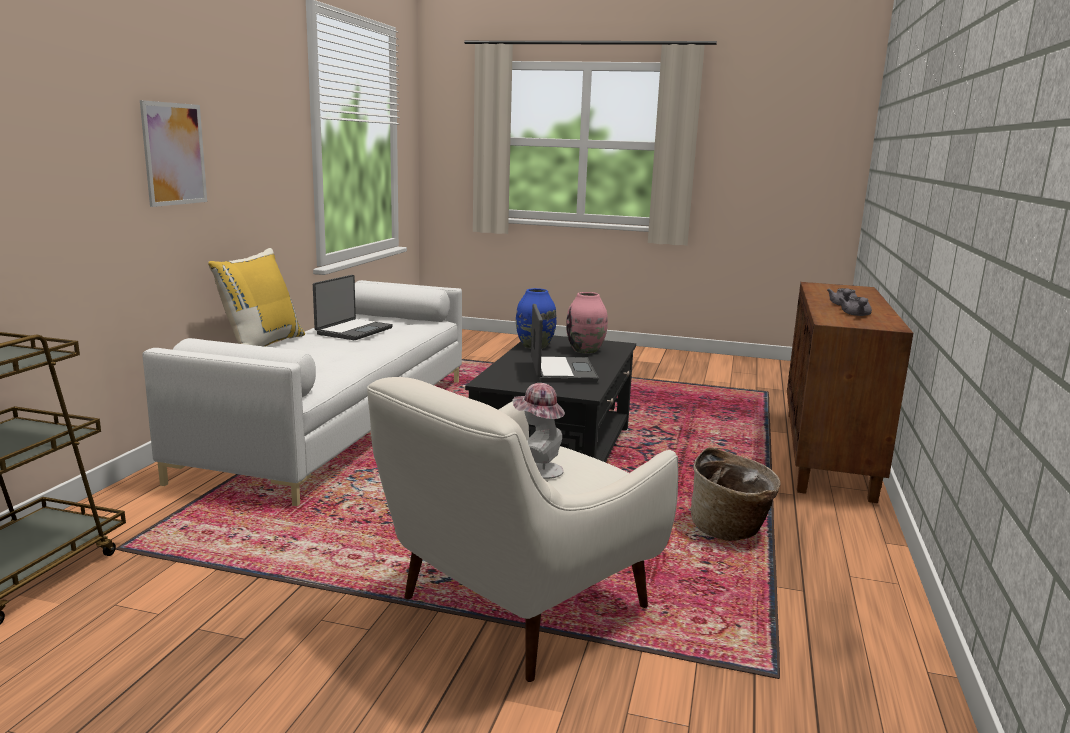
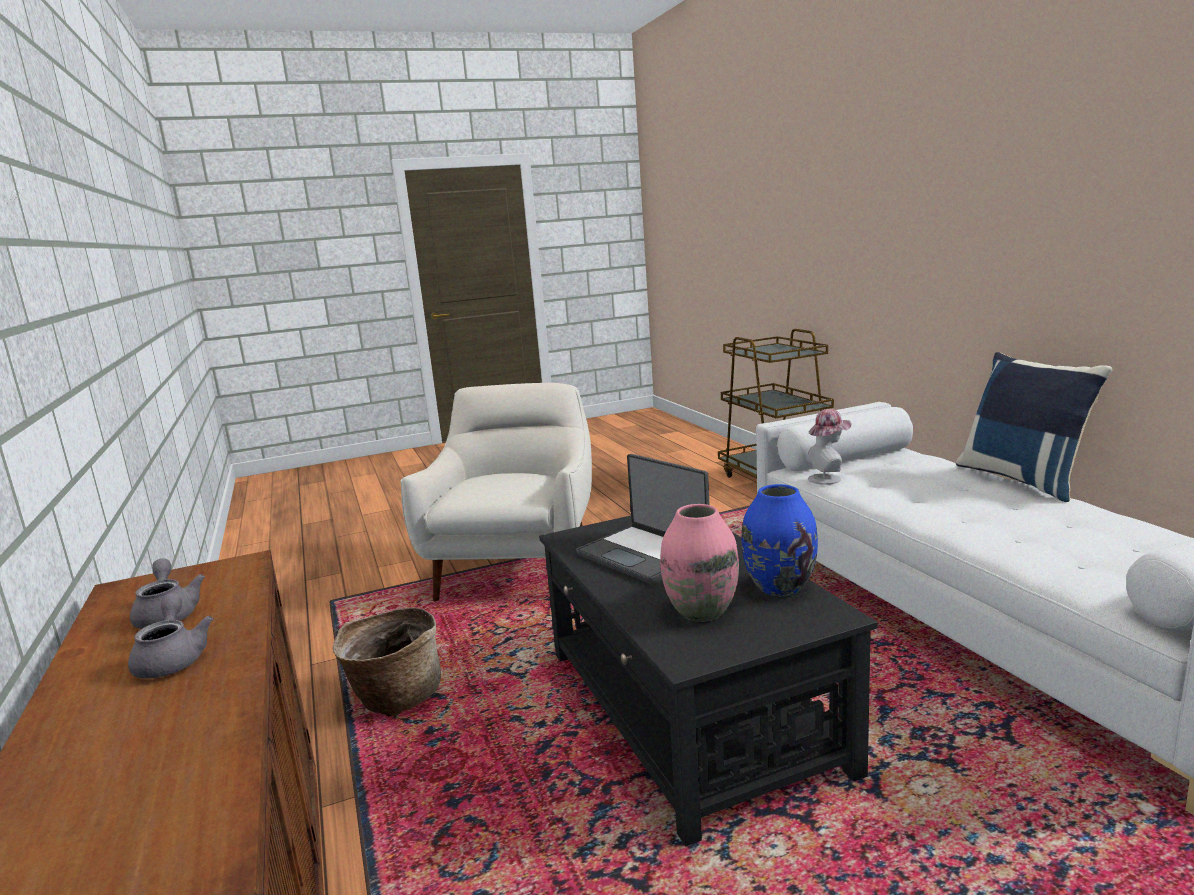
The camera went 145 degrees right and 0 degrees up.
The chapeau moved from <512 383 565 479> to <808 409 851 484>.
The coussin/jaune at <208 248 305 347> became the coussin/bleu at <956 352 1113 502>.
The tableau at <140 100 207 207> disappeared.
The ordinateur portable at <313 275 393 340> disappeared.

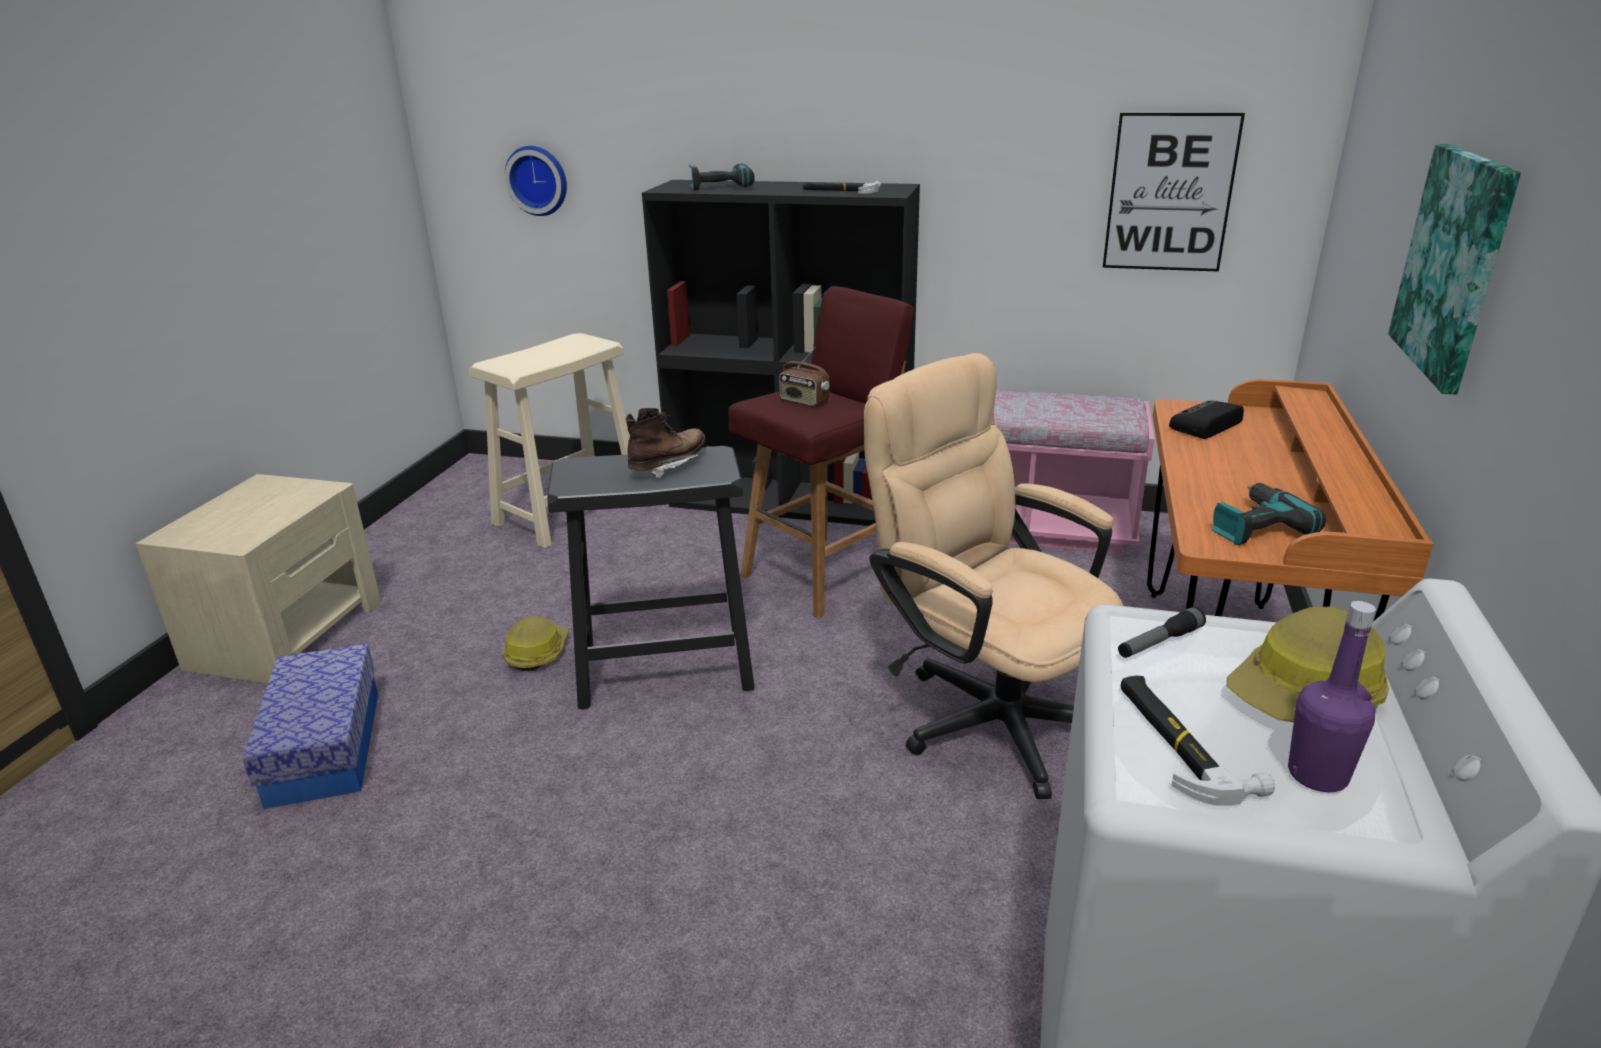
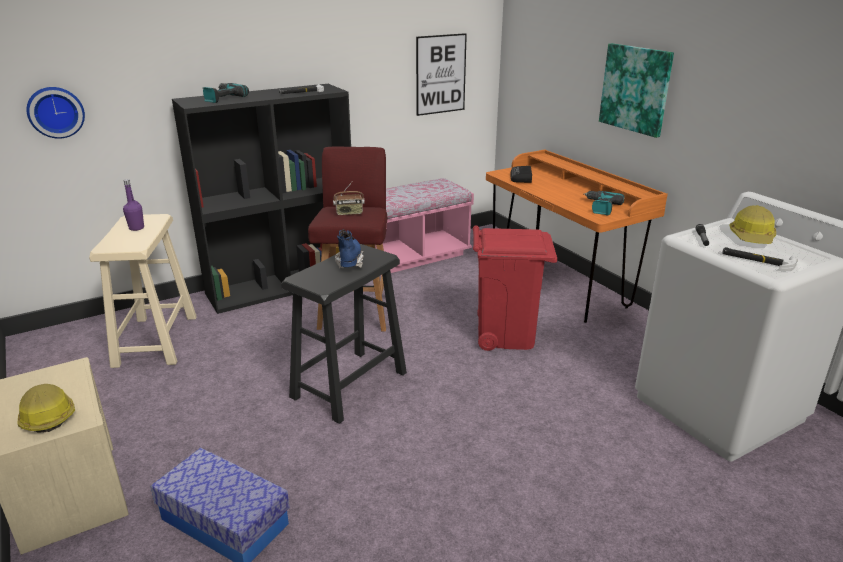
The camera went 45 degrees left and 0 degrees up.
The casque de chantier moved from <503 616 569 671> to <18 384 75 432>.
The bouteille/violet moved from <1288 601 1376 792> to <123 179 144 231>.
The botte/marron at <625 408 706 478> became the botte/bleu at <335 229 364 268>.
The chaise de bureau/beige at <864 353 1123 799> was replaced by the poubelle/rouge at <473 225 557 351>.

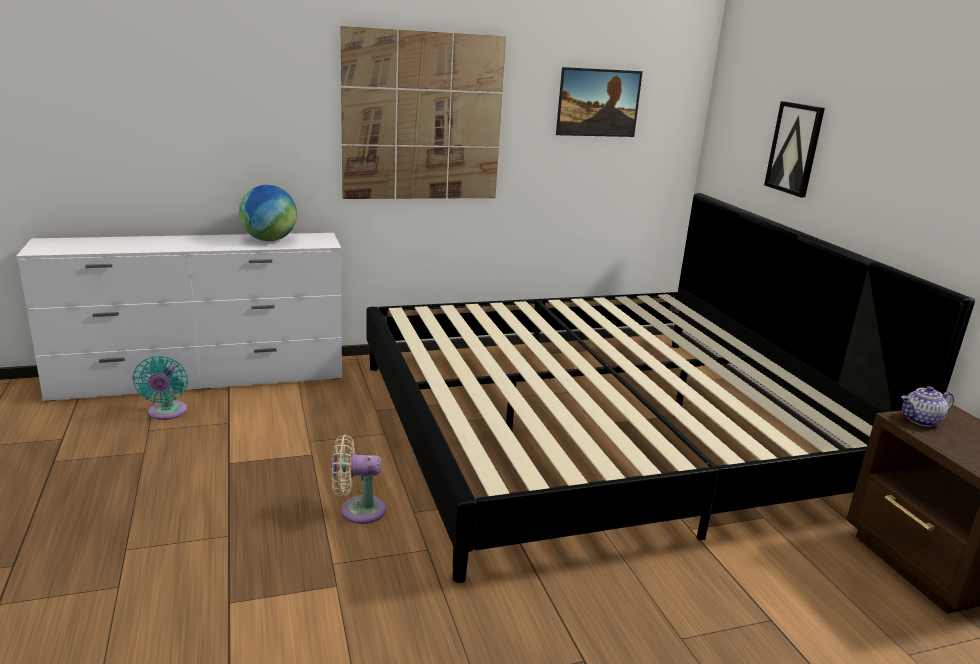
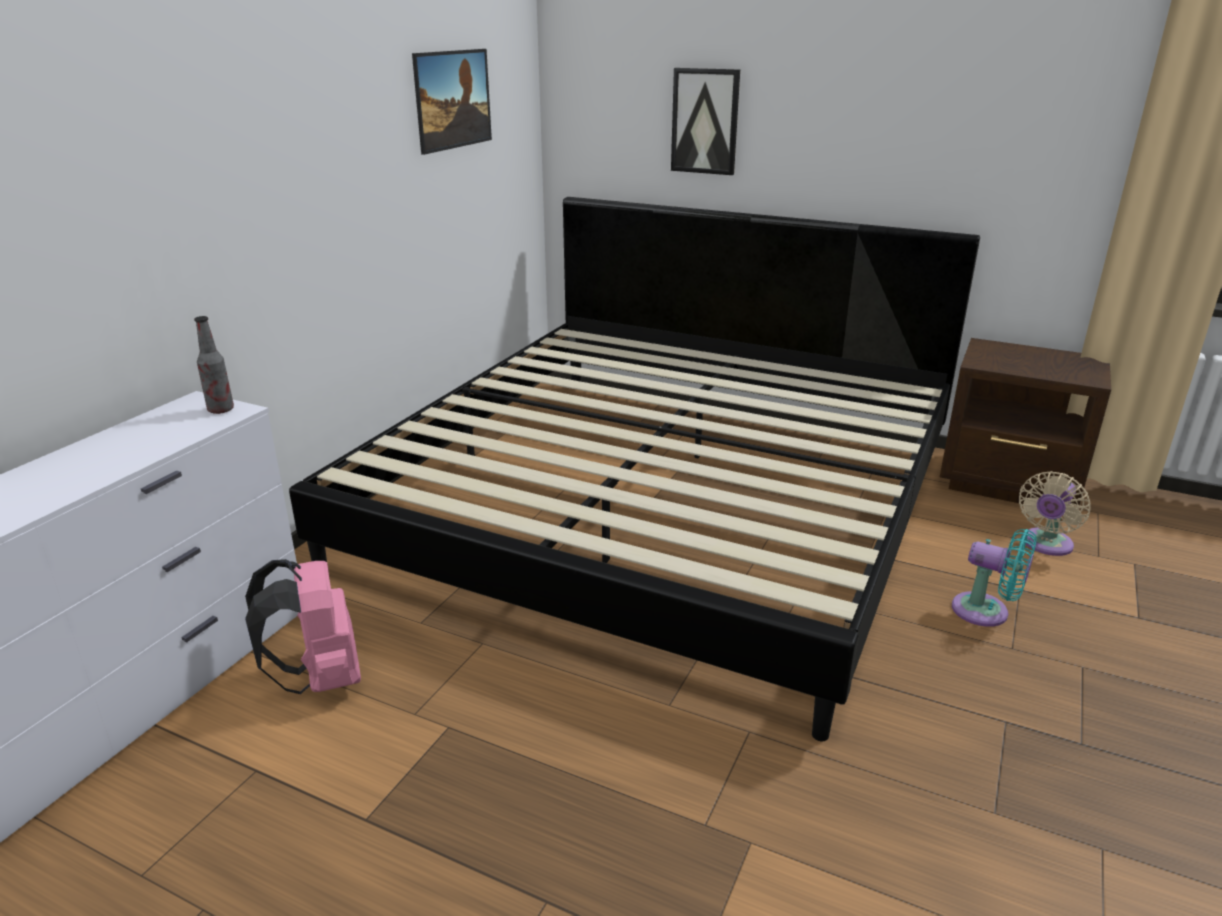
The camera went 45 degrees left and 5 degrees up.
The bouteille at <194 316 234 414> appeared.
The sac à dos/rose at <245 559 361 694> appeared.
The ventilateur/turquoise moved from <132 356 188 420> to <952 529 1037 627>.
The ventilateur/beige moved from <332 435 386 524> to <1019 471 1091 556>.
The globe at <239 185 297 241> disappeared.
The tableau at <341 26 506 199> disappeared.
The théière at <901 386 954 427> disappeared.

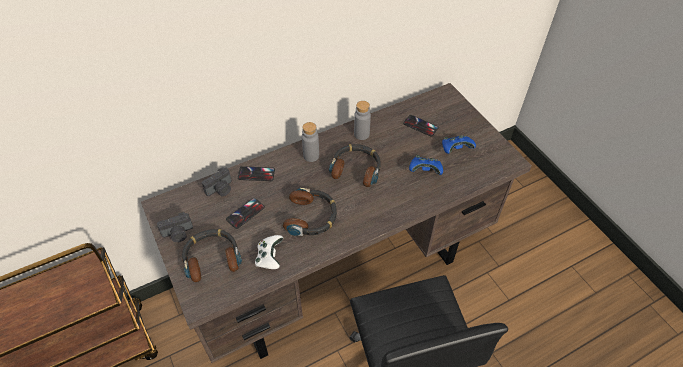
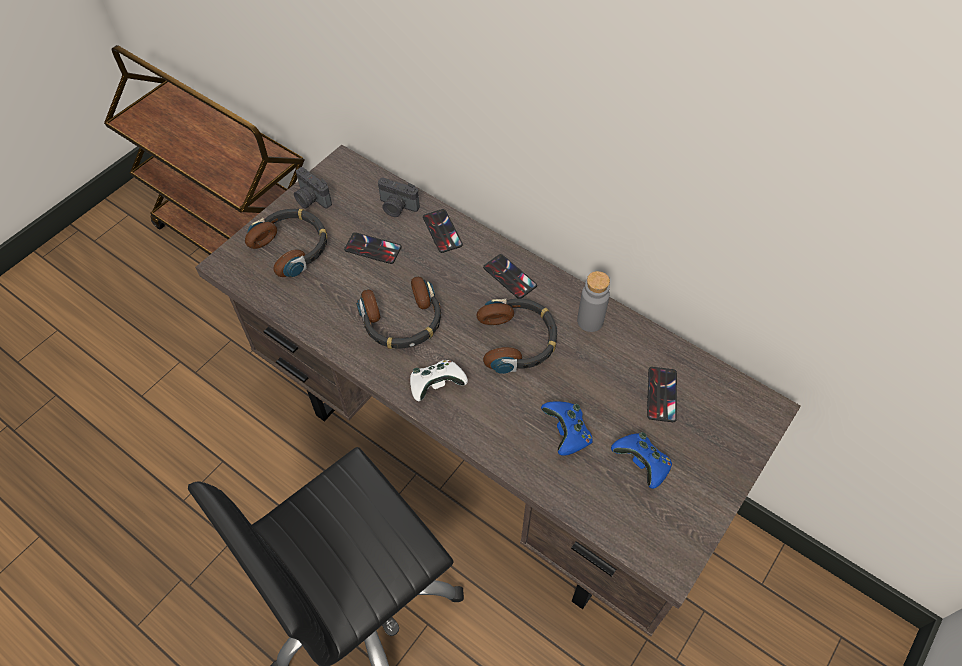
The camera went 65 degrees right and 5 degrees up.
The manette/blanc moved from <255 235 283 269> to <410 360 468 401>.
The bouteille/gris at <302 122 319 162> was replaced by the téléphone at <483 254 537 299>.

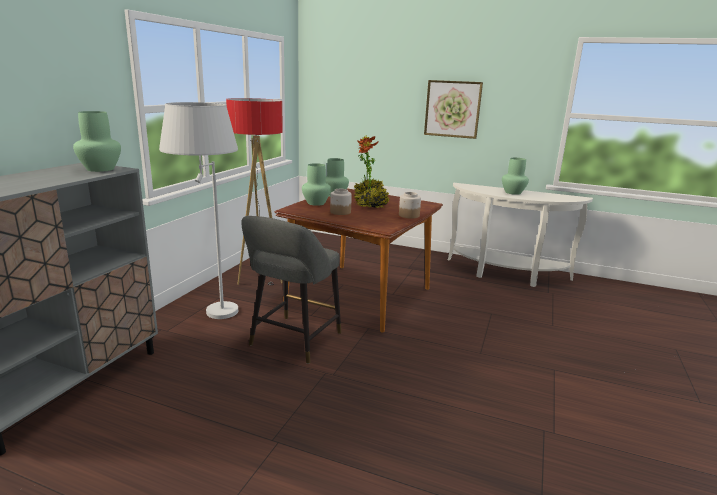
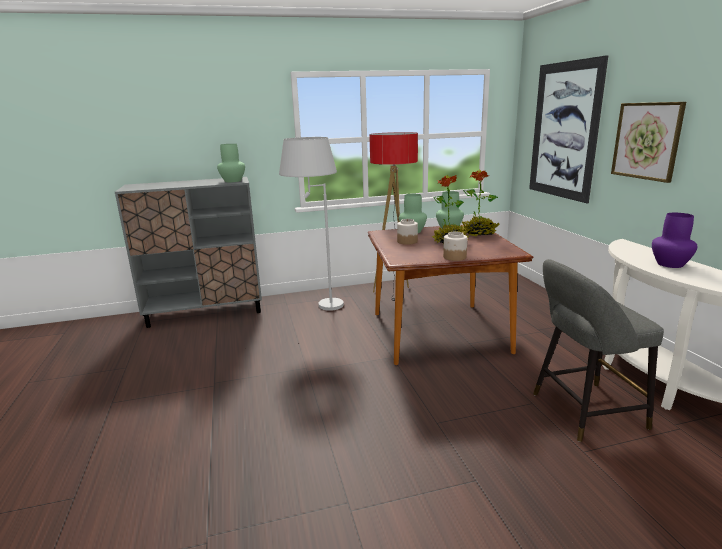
The camera went 55 degrees right and 0 degrees up.
The tableau at <529 55 609 204> appeared.
The tabouret/gris moved from <241 216 341 364> to <533 259 664 442>.
The vase/vert at <502 158 529 195> became the vase/violet at <652 213 698 268>.

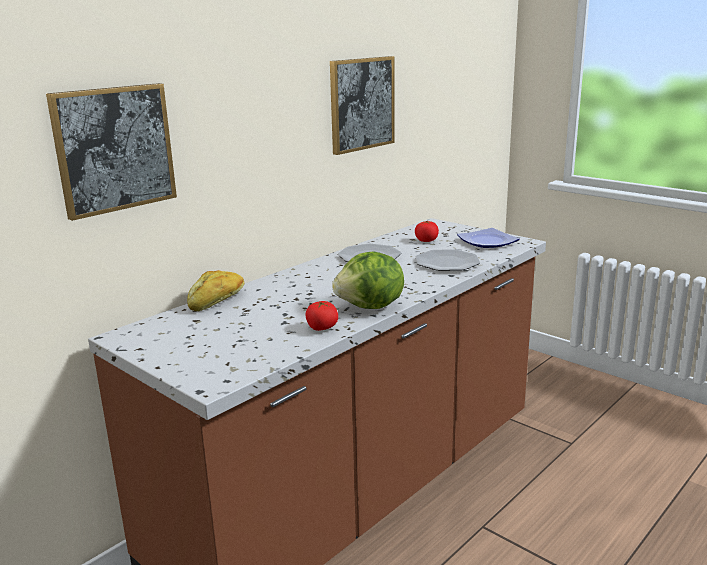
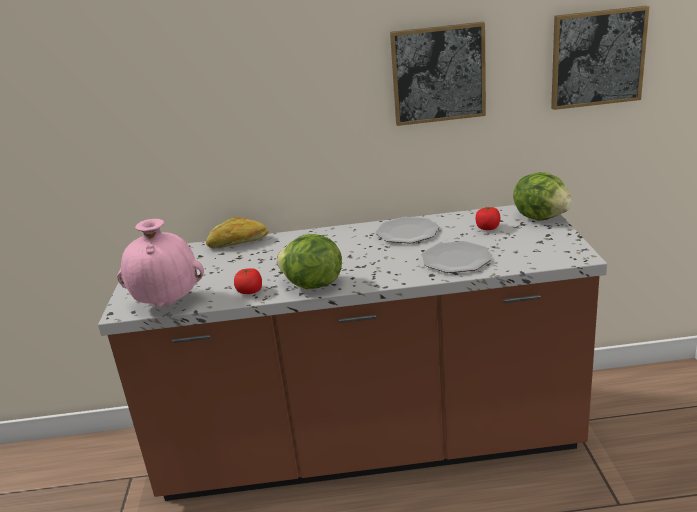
The camera went 45 degrees right and 5 degrees up.
The vase/rose at <117 219 204 307> appeared.
The laitue at <513 172 572 220> appeared.
The tableau moved from <46 83 177 221> to <551 6 649 110>.
The assiette at <457 228 520 248> disappeared.

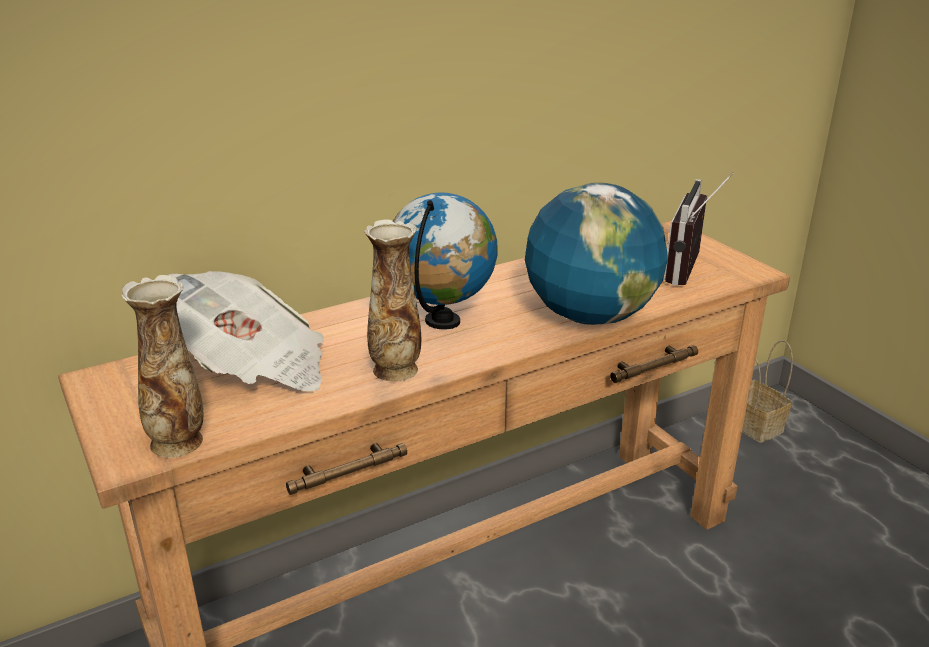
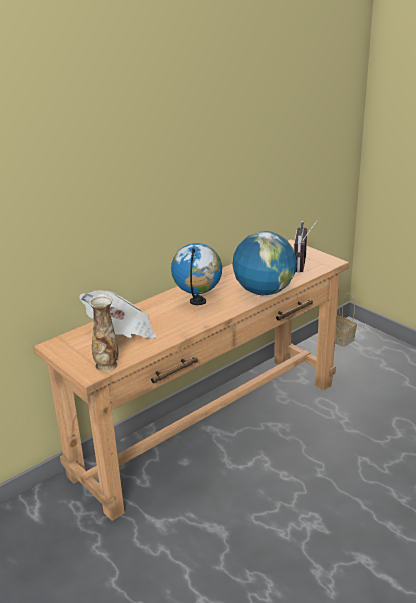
The camera went 10 degrees left and 0 degrees up.
The vase at <364 219 421 382> disappeared.

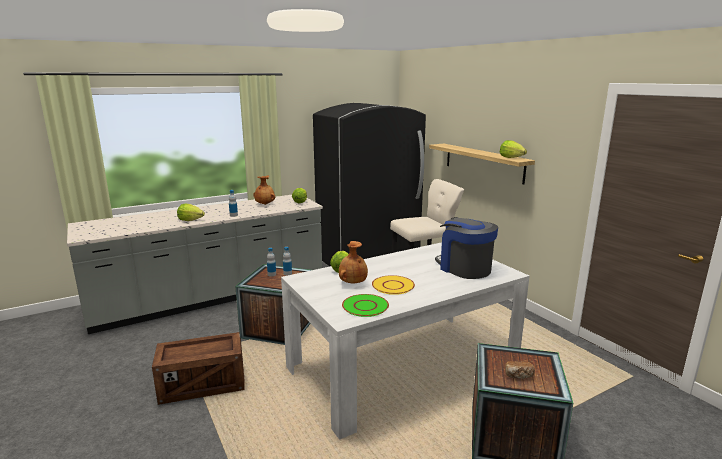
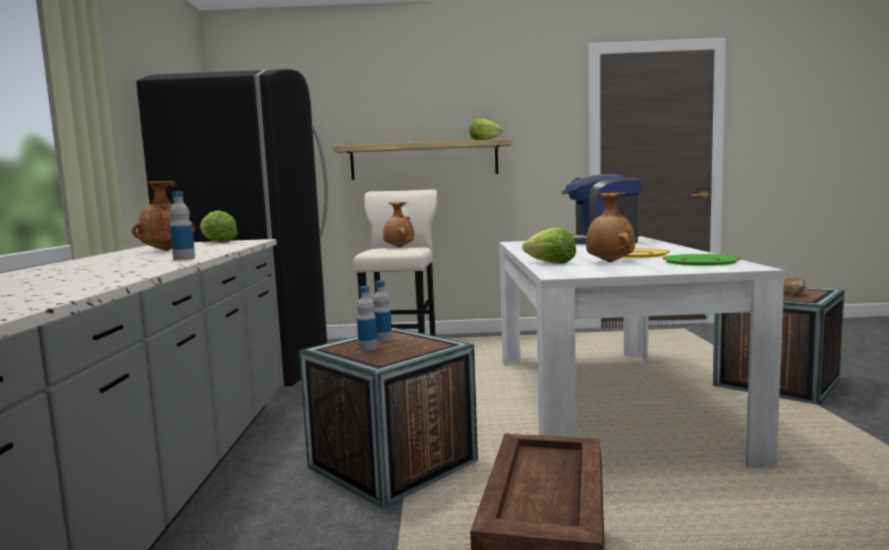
The camera went 60 degrees left and 10 degrees down.
The vase/marron at <383 202 414 247> appeared.
The laitue at <177 204 205 221> disappeared.

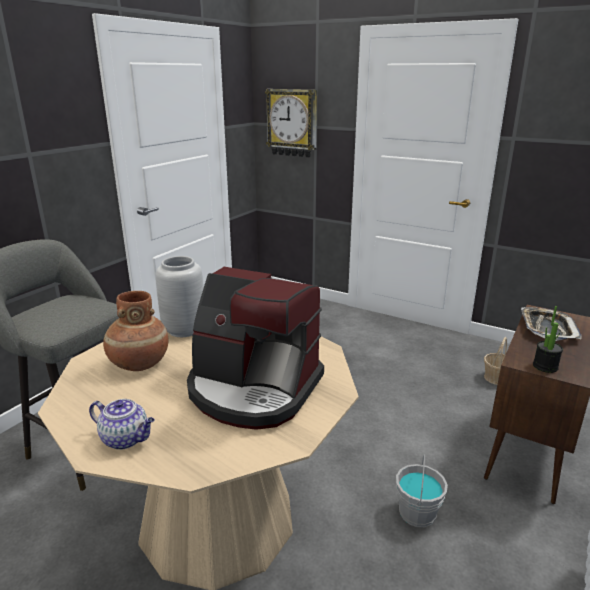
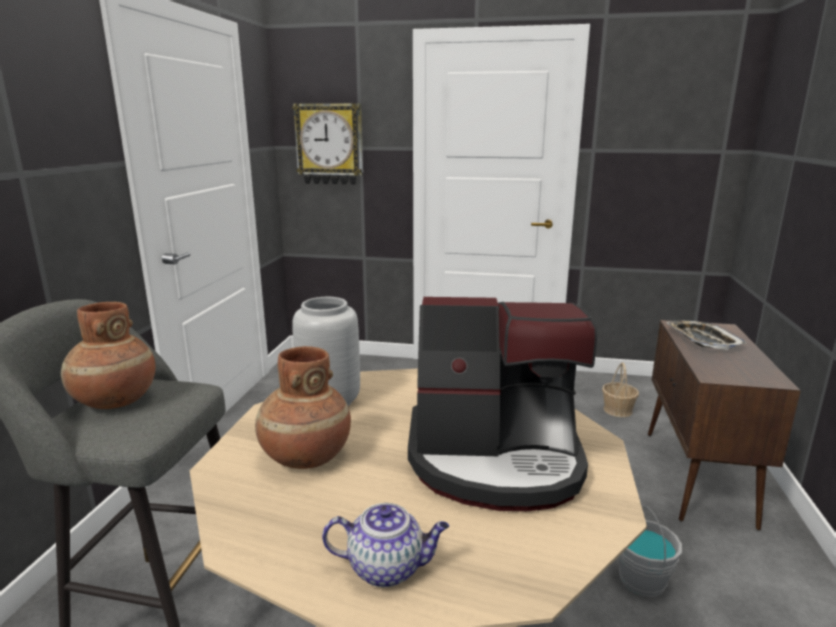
The camera went 20 degrees left and 5 degrees down.
The vase/marron at <61 302 155 409> appeared.
The plante en pot at <533 306 563 373> disappeared.

